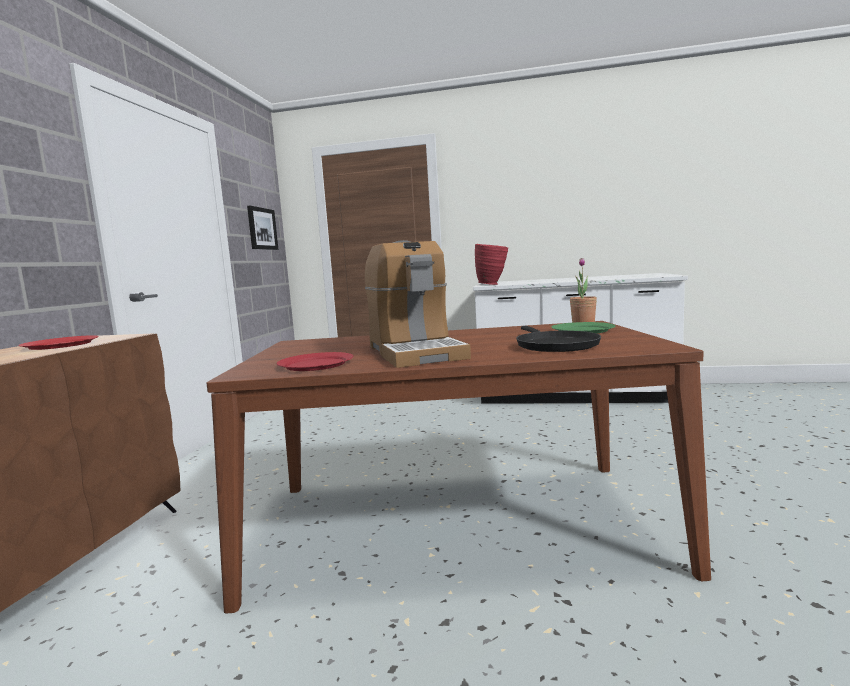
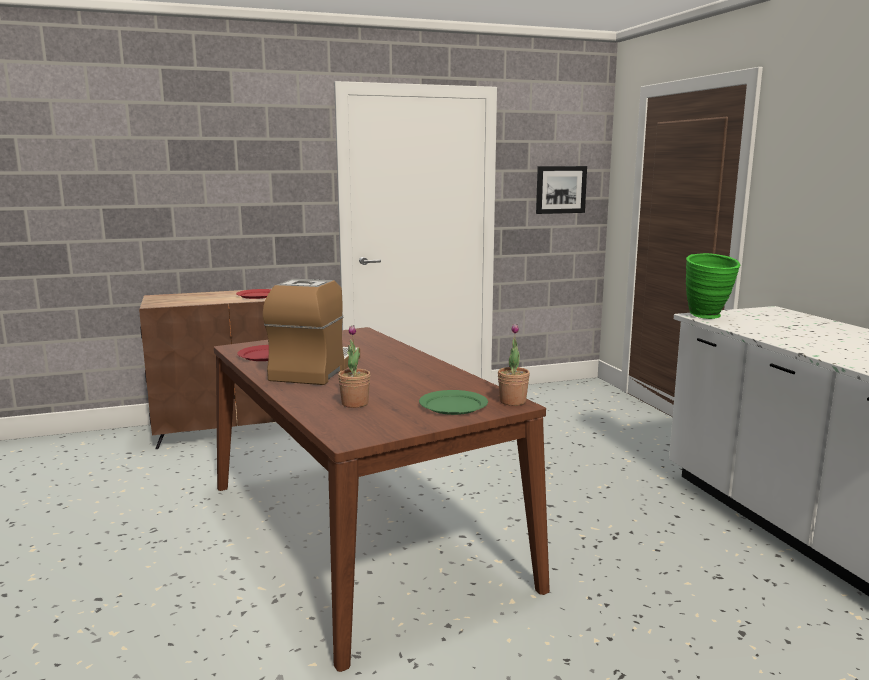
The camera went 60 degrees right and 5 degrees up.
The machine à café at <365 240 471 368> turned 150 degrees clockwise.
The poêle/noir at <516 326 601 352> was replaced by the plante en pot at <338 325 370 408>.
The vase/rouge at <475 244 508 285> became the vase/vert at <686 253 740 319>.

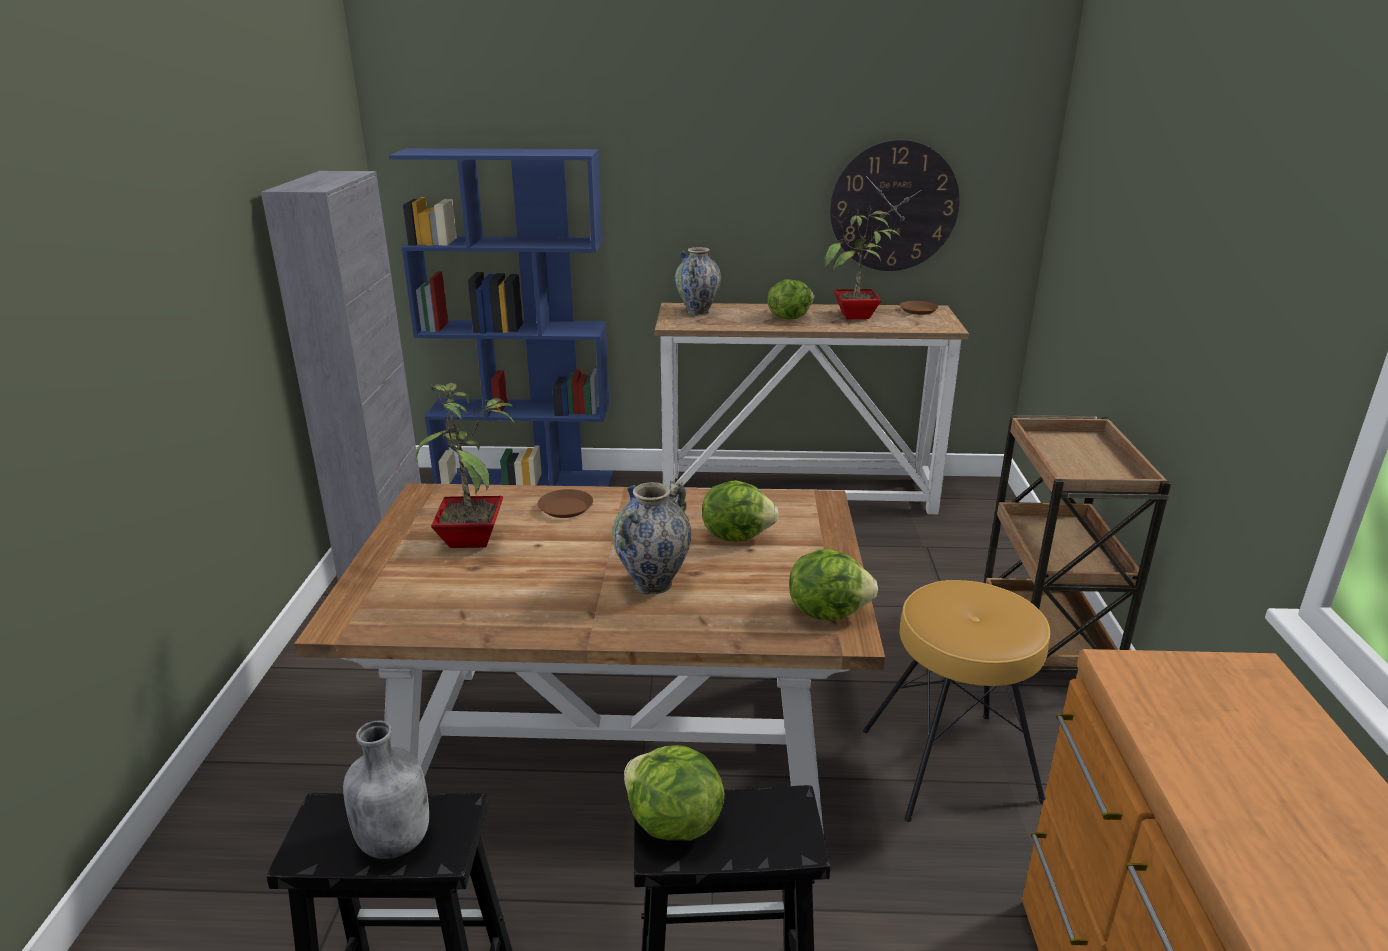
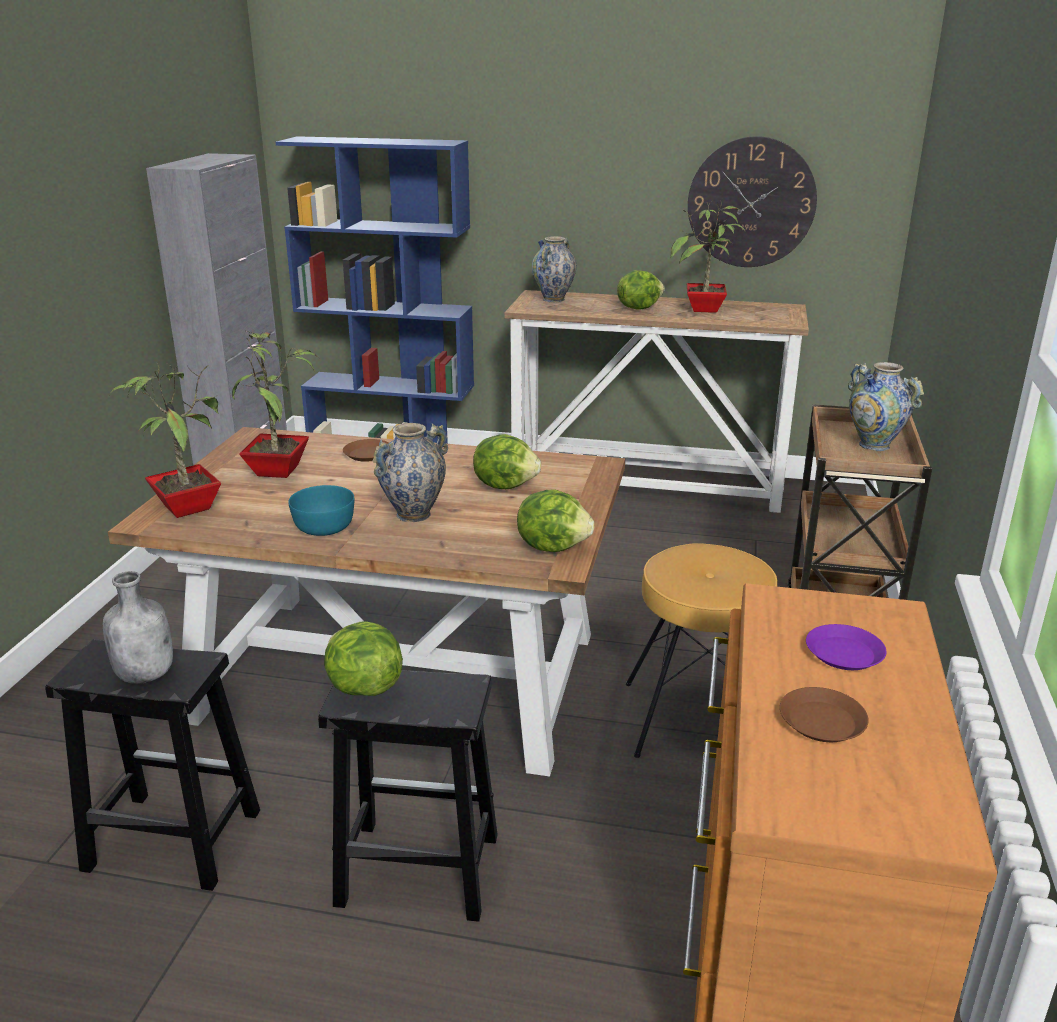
The camera went 10 degrees right and 0 degrees up.
The plante en pot at <111 364 221 518> appeared.
The bol/turquoise at <288 485 354 536> appeared.
The assiette/marron moved from <900 301 938 315> to <780 687 869 742>.
The assiette/violet at <806 624 886 670> appeared.
The vase at <848 362 924 451> appeared.

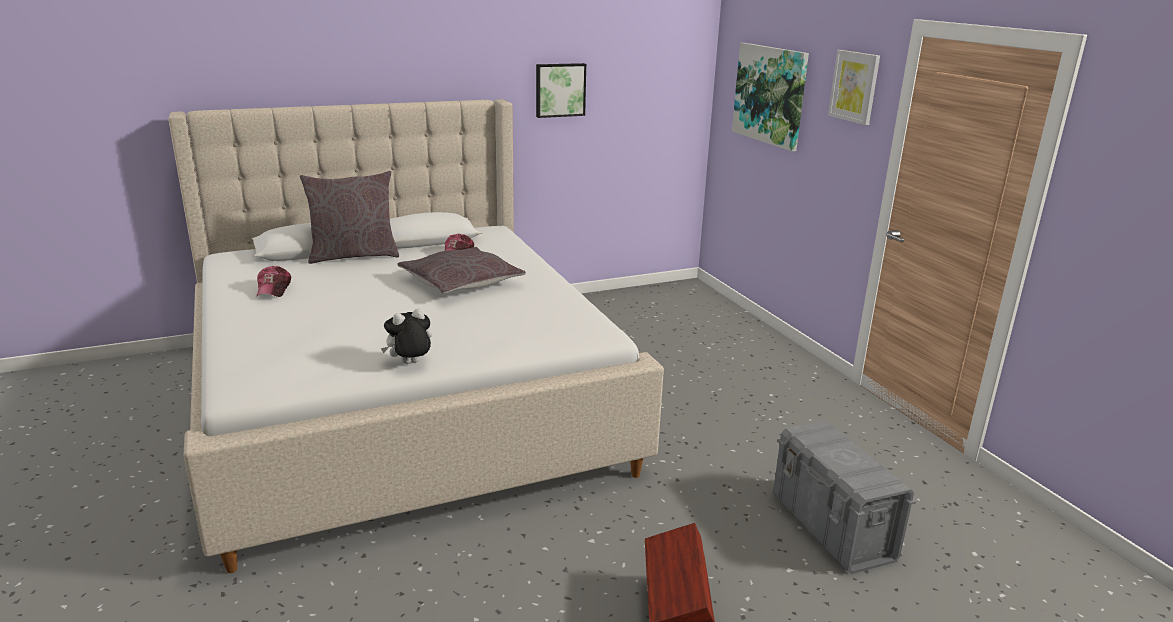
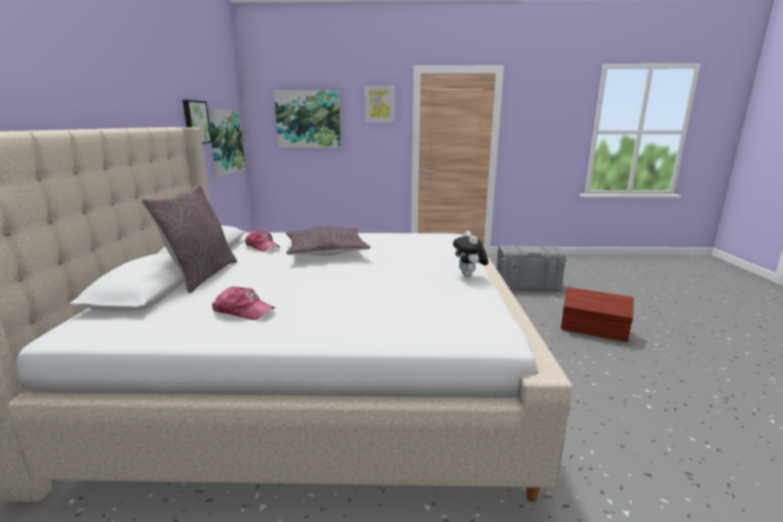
The camera went 65 degrees left and 5 degrees down.
The tableau at <208 109 245 177> appeared.

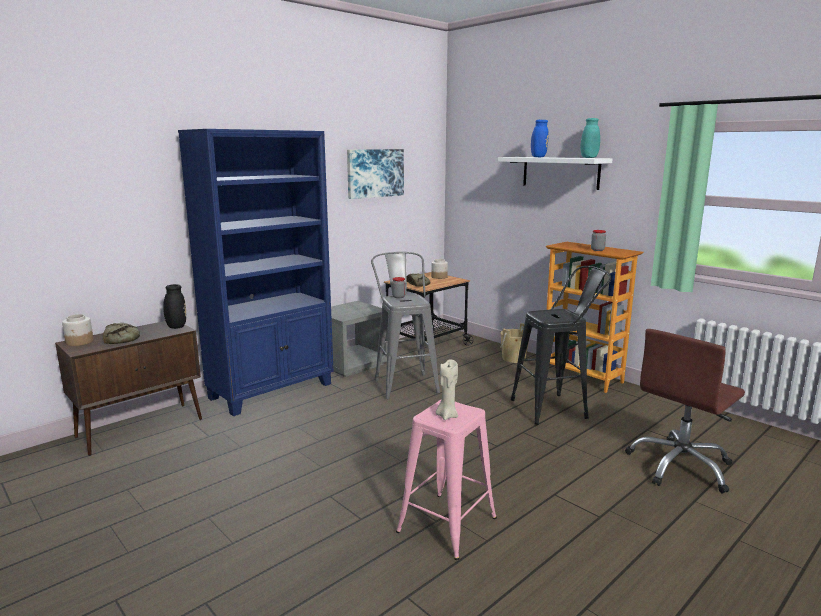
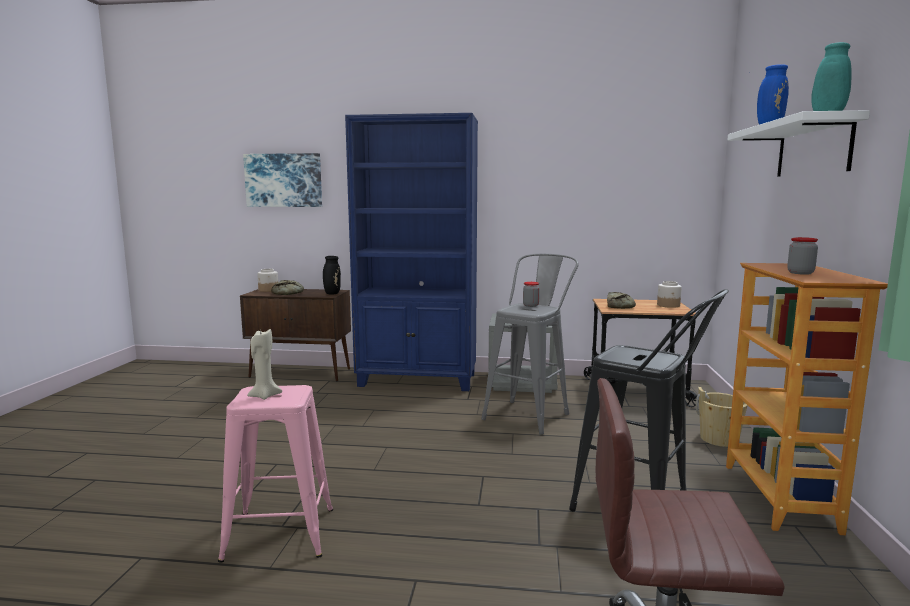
The camera went 50 degrees right and 5 degrees down.
The tableau moved from <347 149 404 199> to <243 153 322 207>.

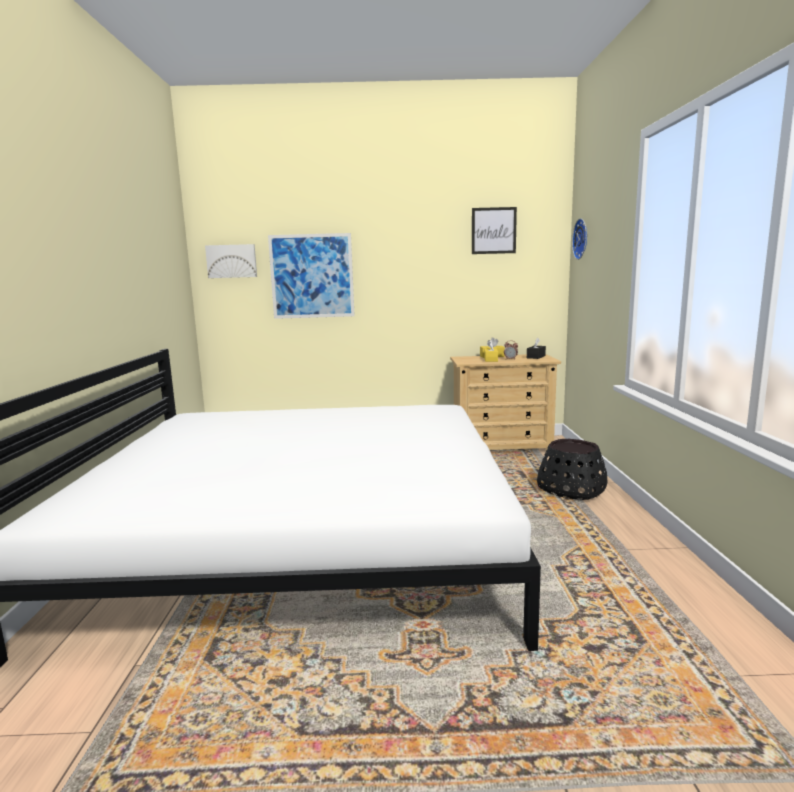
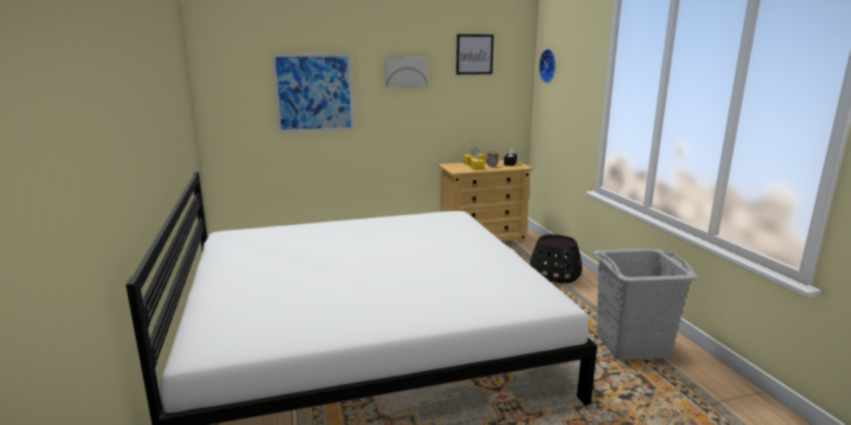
The camera went 15 degrees left and 5 degrees up.
The tableau moved from <205 244 257 278> to <385 58 427 87>.
The panier à linge/gris at <593 249 698 361> appeared.

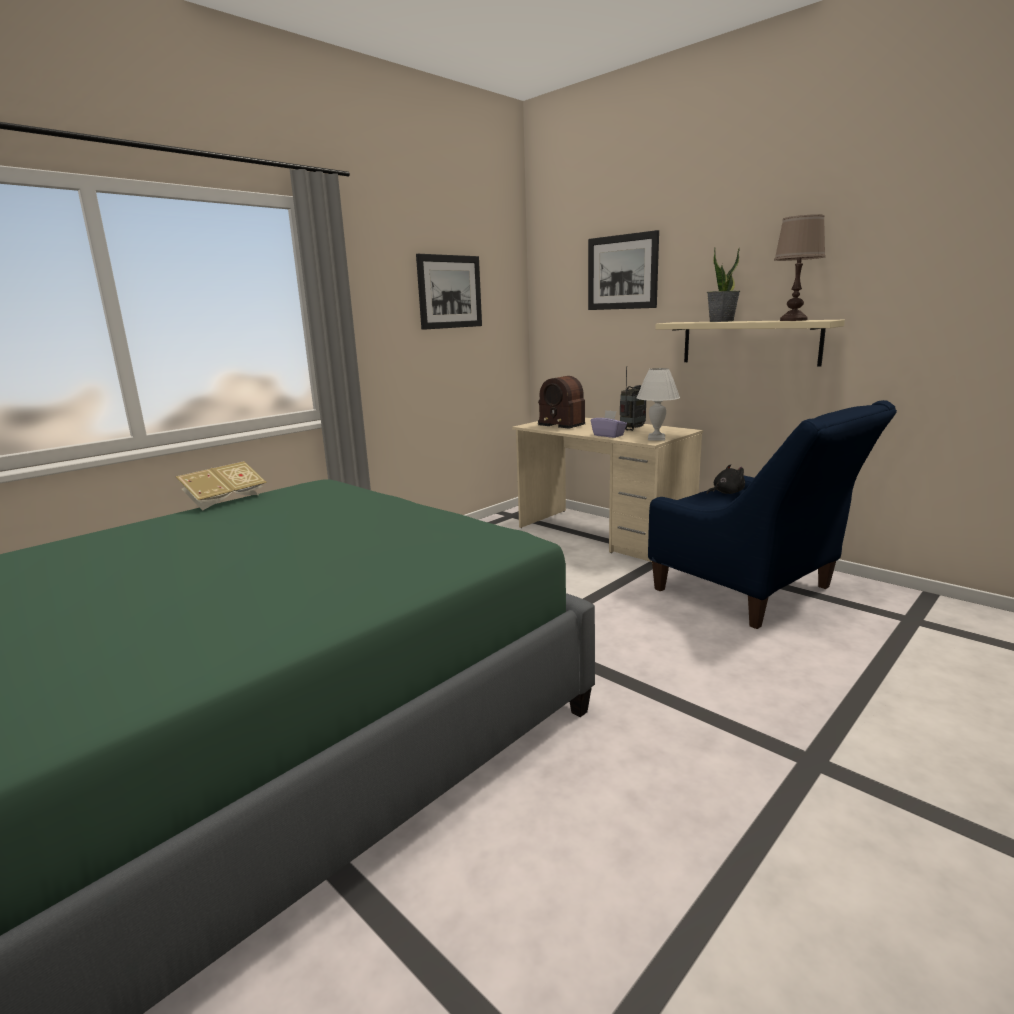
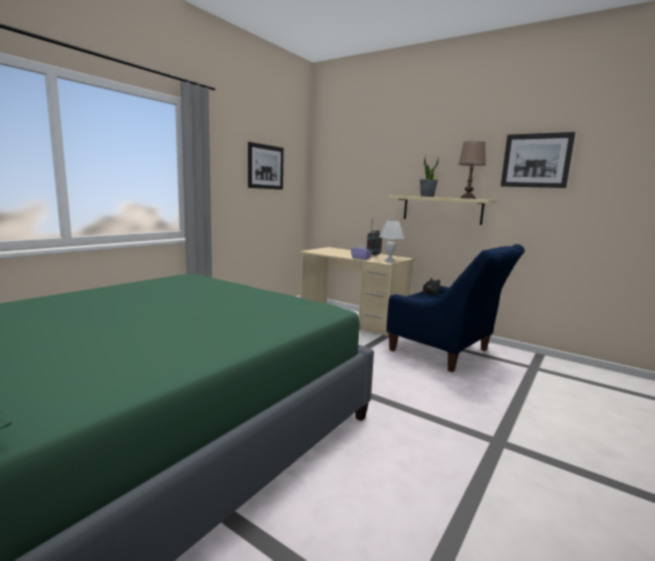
The camera went 10 degrees left and 5 degrees down.
The tableau moved from <588 230 659 310> to <501 132 575 188>.
The livre at <176 461 267 511> disappeared.
The radio at <538 376 585 429> disappeared.

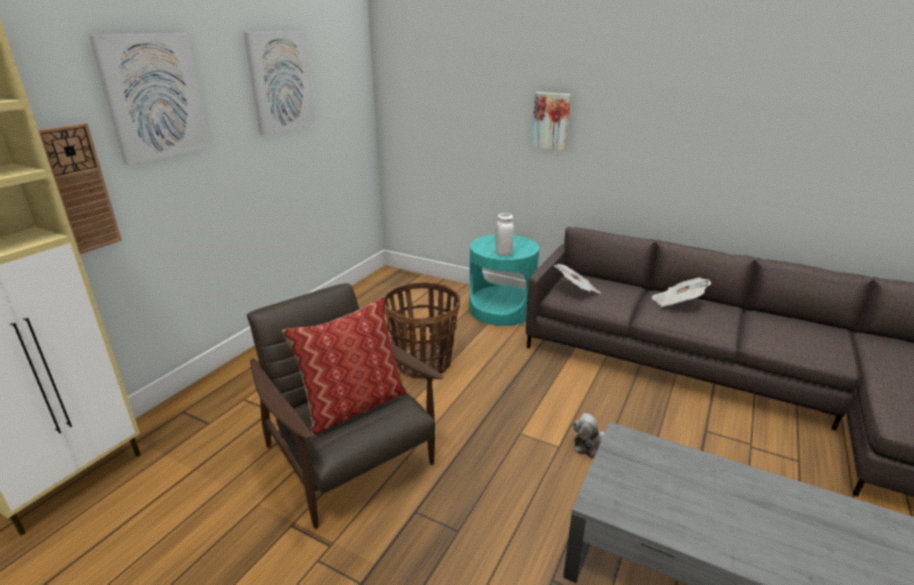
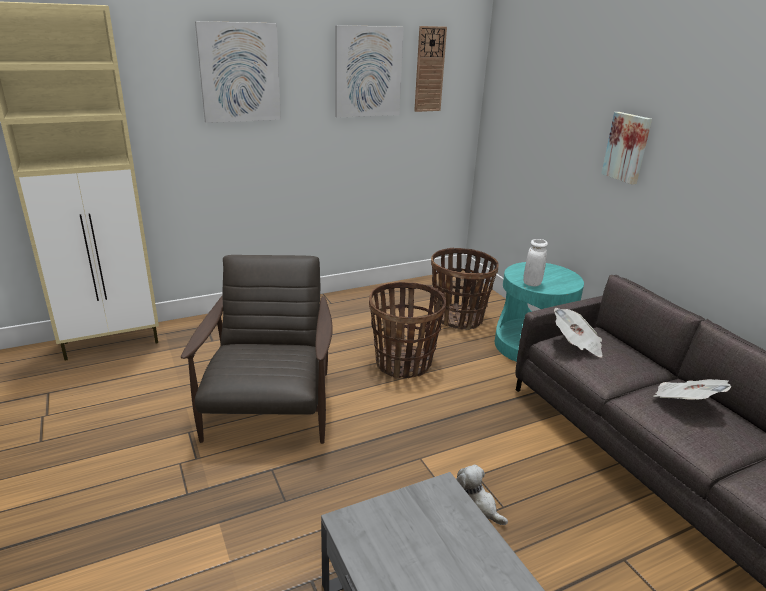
The camera went 35 degrees right and 0 degrees up.
The horloge murale moved from <38 123 122 254> to <414 26 447 112>.
The panier at <431 248 499 330> appeared.
The coussin at <281 296 407 437> disappeared.

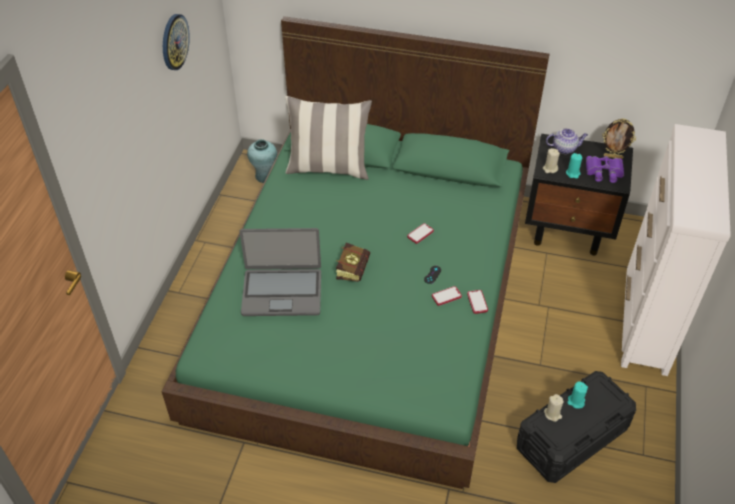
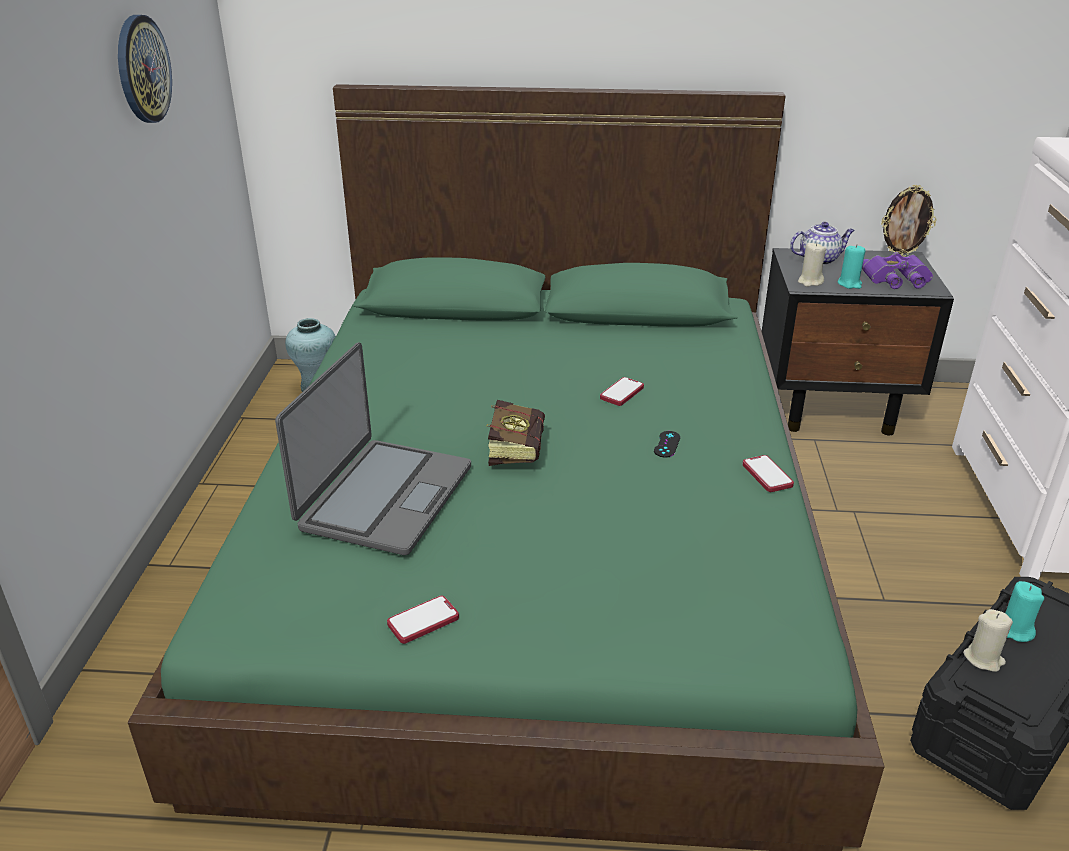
The camera went 10 degrees left and 15 degrees down.
The ordinateur portable at <239 228 321 316> turned 60 degrees counterclockwise.
The téléphone moved from <432 286 462 306> to <387 596 459 644>.
The coussin at <285 96 372 180> disappeared.

